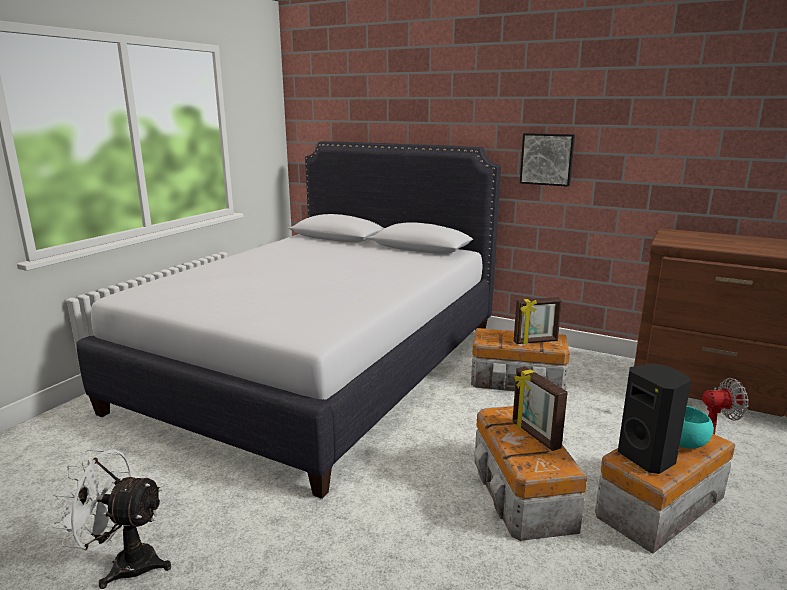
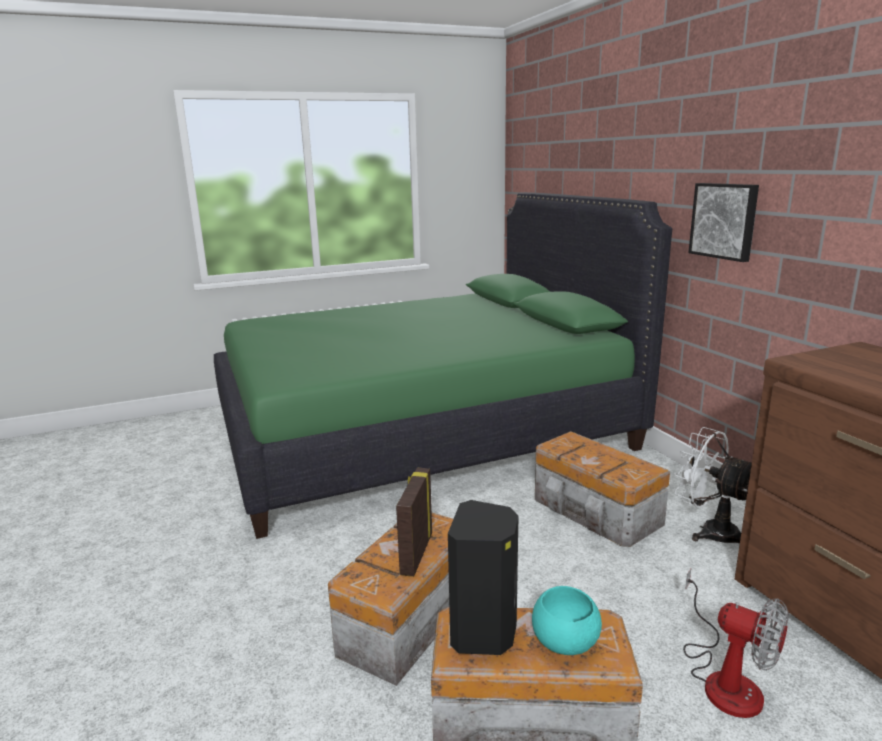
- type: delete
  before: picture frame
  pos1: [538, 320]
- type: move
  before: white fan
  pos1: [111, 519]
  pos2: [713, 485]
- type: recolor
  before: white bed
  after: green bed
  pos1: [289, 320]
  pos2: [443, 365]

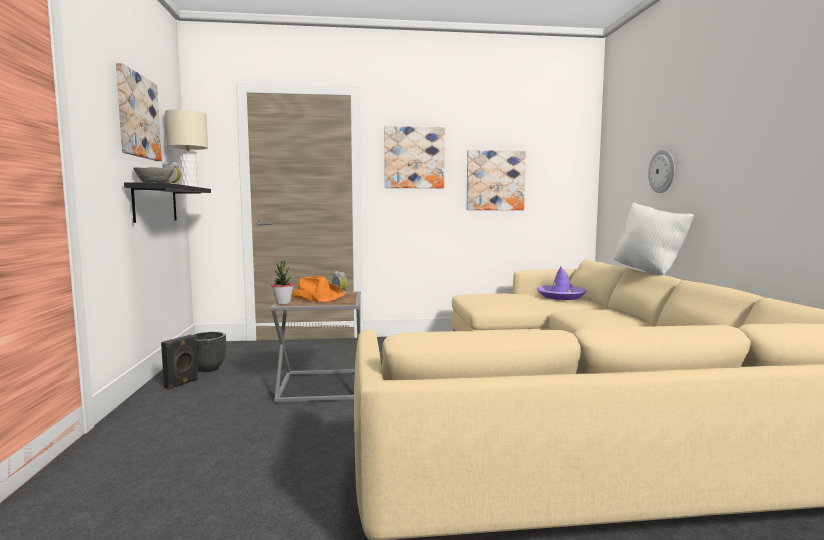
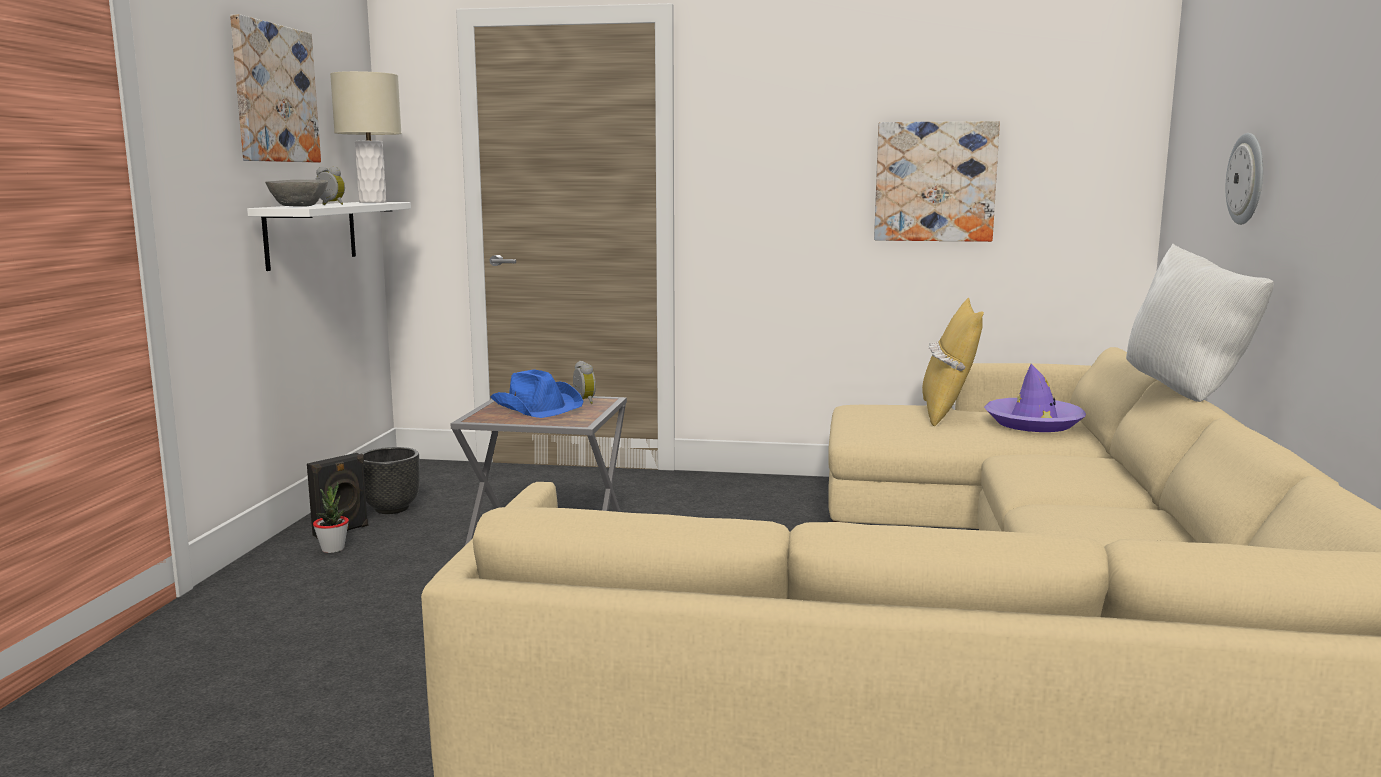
- type: delete
  before: picture
  pos1: [414, 157]
- type: insert
  after: yellow pillow
  pos2: [953, 362]
- type: move
  before: potted plant
  pos1: [282, 282]
  pos2: [331, 517]
- type: recolor
  before: black shelf
  after: white shelf
  pos1: [167, 202]
  pos2: [329, 236]
- type: recolor
  before: orange hat
  after: blue hat
  pos1: [317, 289]
  pos2: [537, 393]

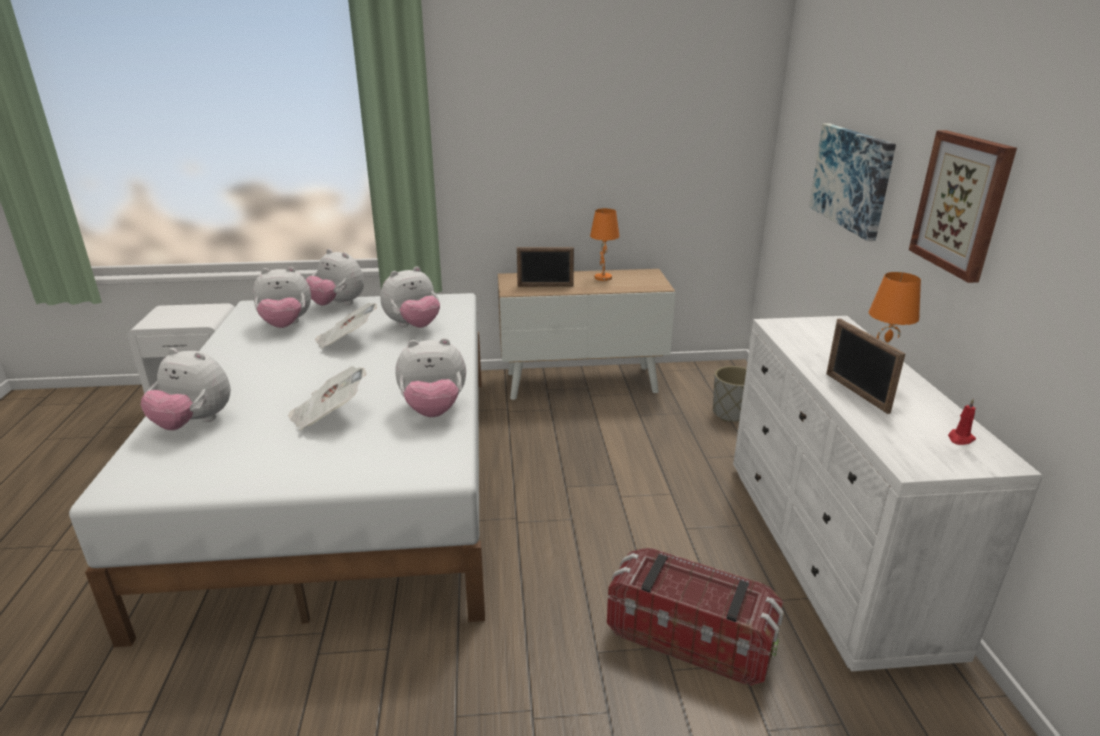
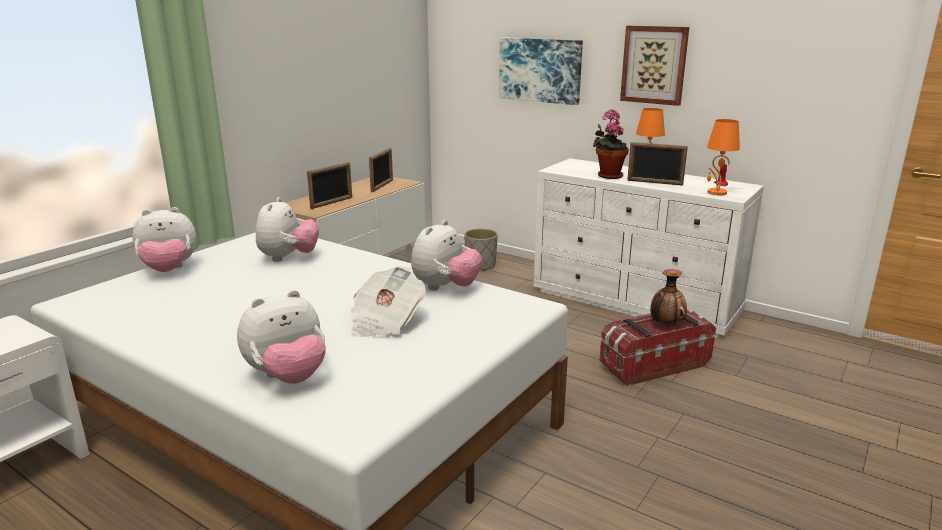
- type: delete
  before: plush toy
  pos1: [282, 297]
- type: delete
  before: newspaper
  pos1: [346, 326]
- type: insert
  after: picture frame
  pos2: [381, 170]
- type: insert
  after: potted plant
  pos2: [611, 144]
- type: insert
  after: vase
  pos2: [668, 297]
- type: move
  before: orange table lamp
  pos1: [605, 244]
  pos2: [723, 157]

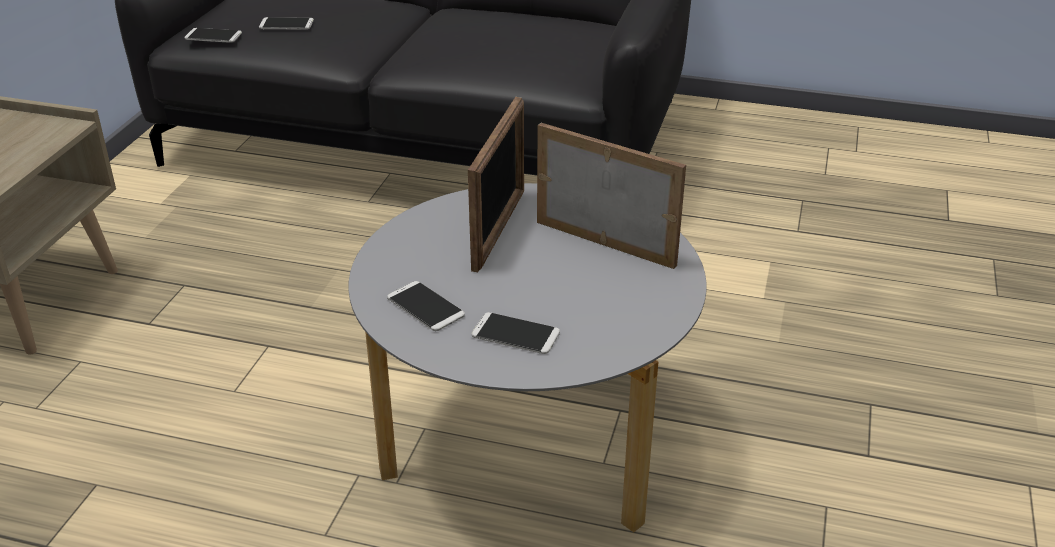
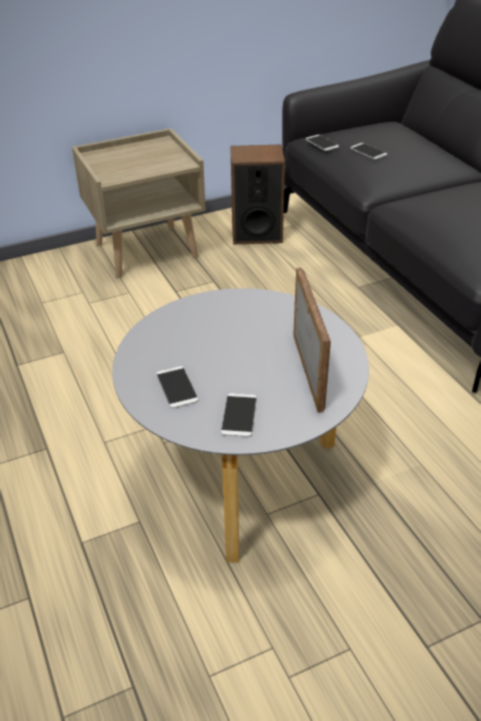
- type: delete
  before: picture frame
  pos1: [496, 184]
- type: insert
  after: speaker
  pos2: [257, 194]
- type: move
  before: phone
  pos1: [426, 306]
  pos2: [239, 415]

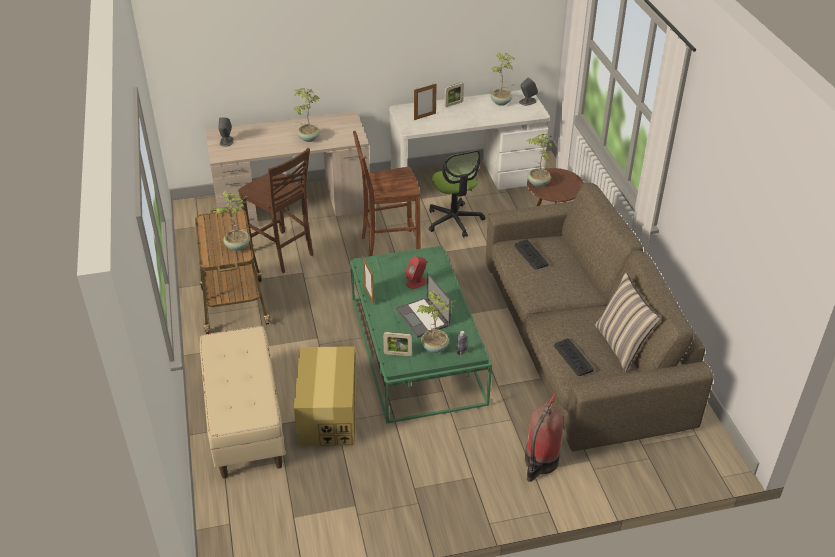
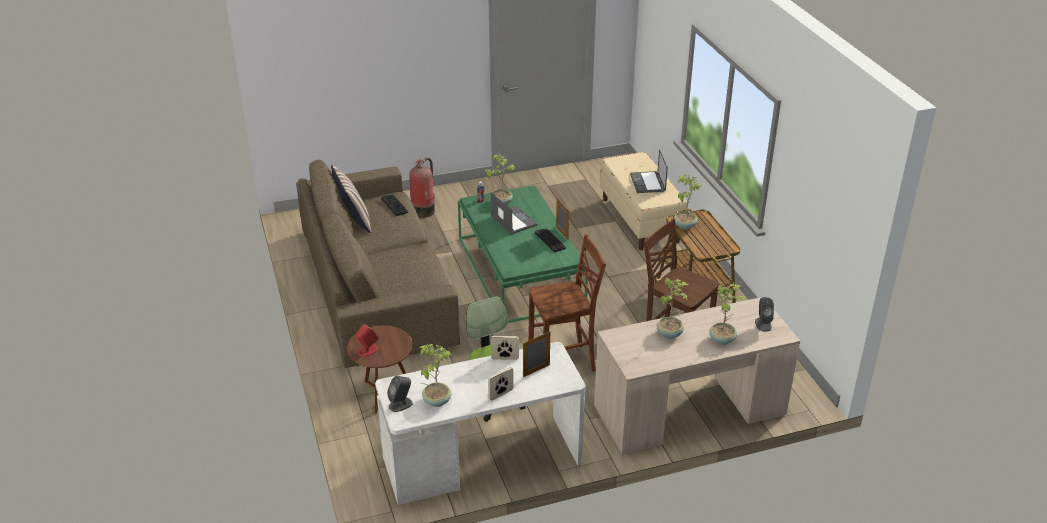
- type: delete
  before: cardboard box
  pos1: [325, 396]
- type: insert
  after: laptop
  pos2: [649, 171]
- type: move
  before: picture frame
  pos1: [397, 344]
  pos2: [505, 348]
- type: move
  before: red speaker
  pos1: [416, 272]
  pos2: [367, 340]
- type: move
  before: keyboard
  pos1: [531, 254]
  pos2: [550, 240]
- type: move
  before: potted plant
  pos1: [539, 160]
  pos2: [727, 314]

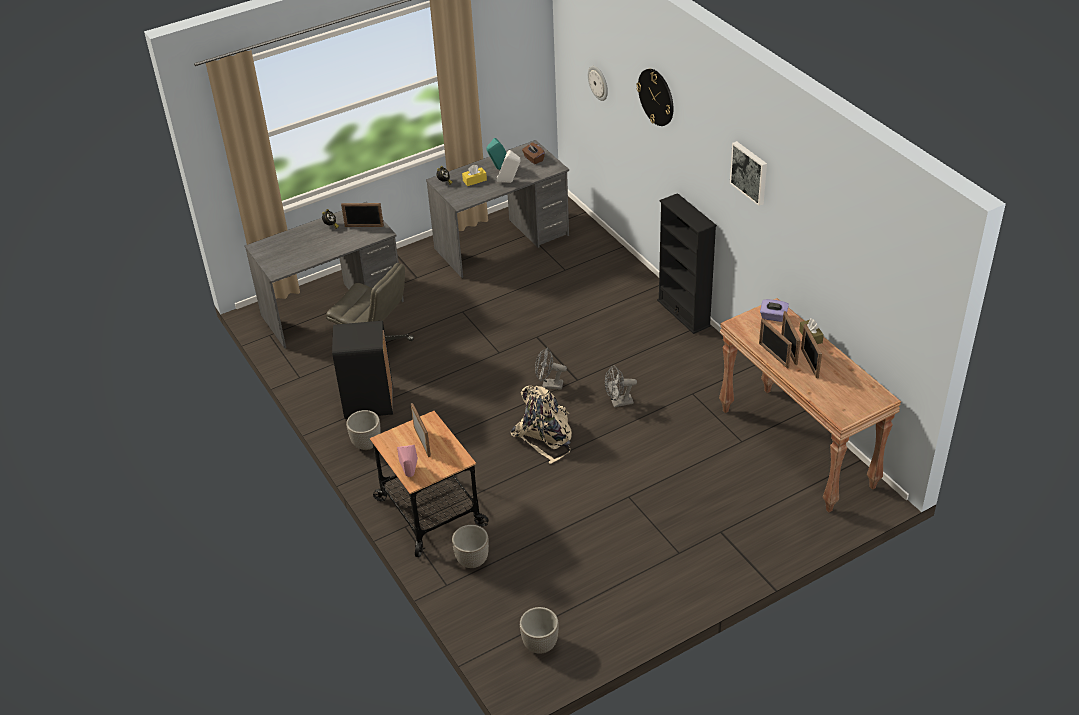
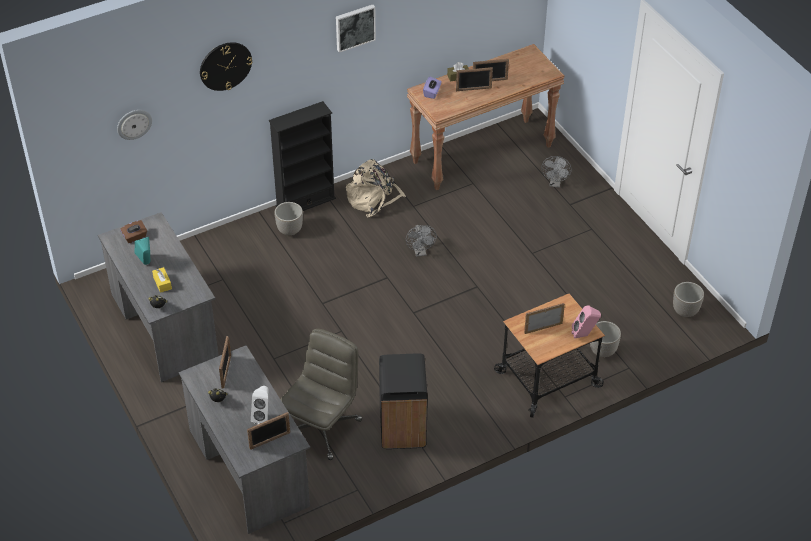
- type: move
  before: planter
  pos1: [363, 430]
  pos2: [288, 219]
- type: move
  before: white speaker
  pos1: [509, 166]
  pos2: [259, 405]
- type: move
  before: beige backpack
  pos1: [541, 424]
  pos2: [376, 188]
- type: move
  before: grey fan
  pos1: [551, 368]
  pos2: [556, 172]
- type: move
  before: picture frame
  pos1: [775, 343]
  pos2: [268, 431]

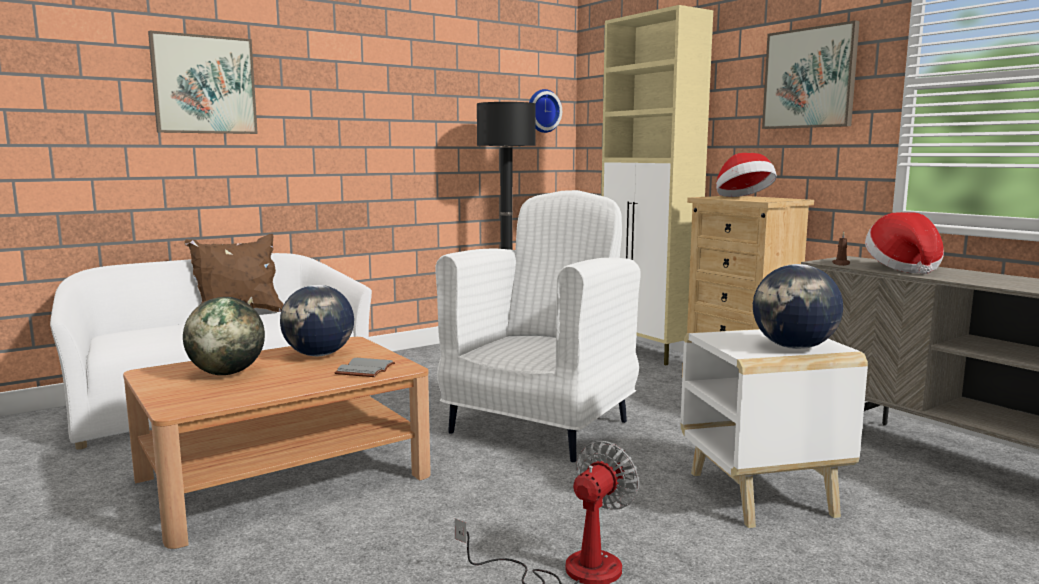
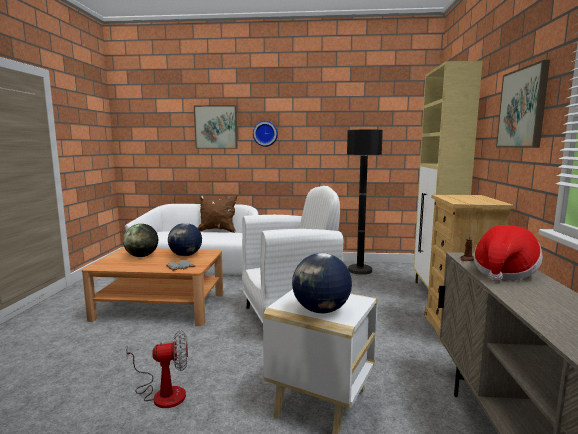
- type: delete
  before: hat
  pos1: [746, 175]
- type: move
  before: wall clock
  pos1: [545, 111]
  pos2: [265, 134]

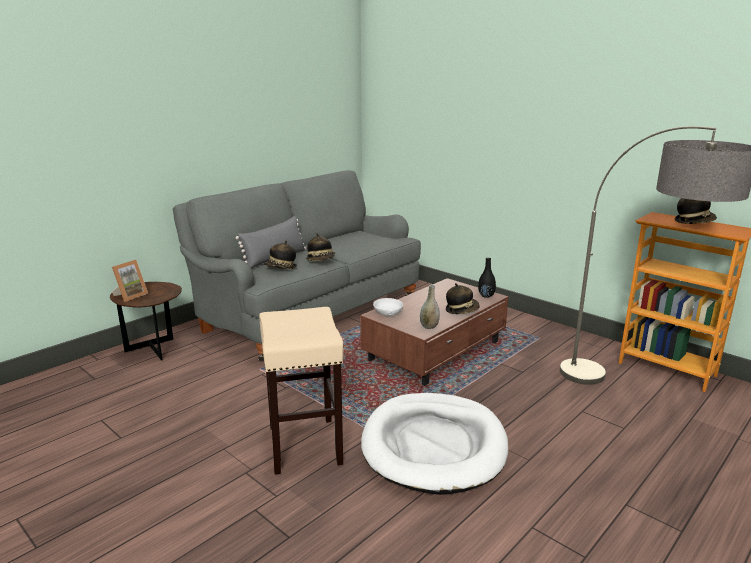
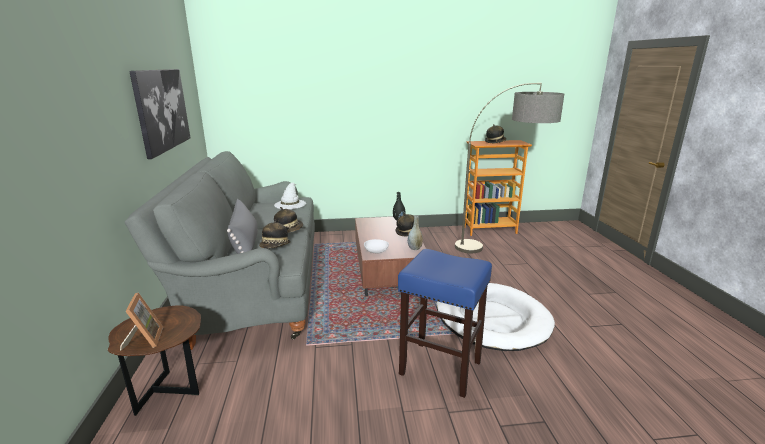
- type: insert
  after: picture
  pos2: [159, 114]
- type: insert
  after: white hat
  pos2: [290, 196]
- type: recolor
  before: beige stool
  after: blue stool
  pos1: [301, 391]
  pos2: [445, 323]

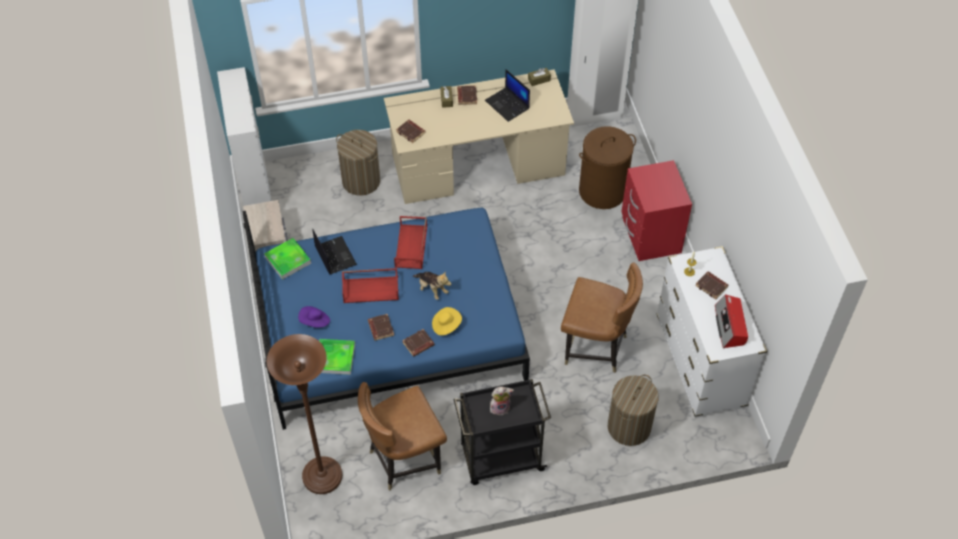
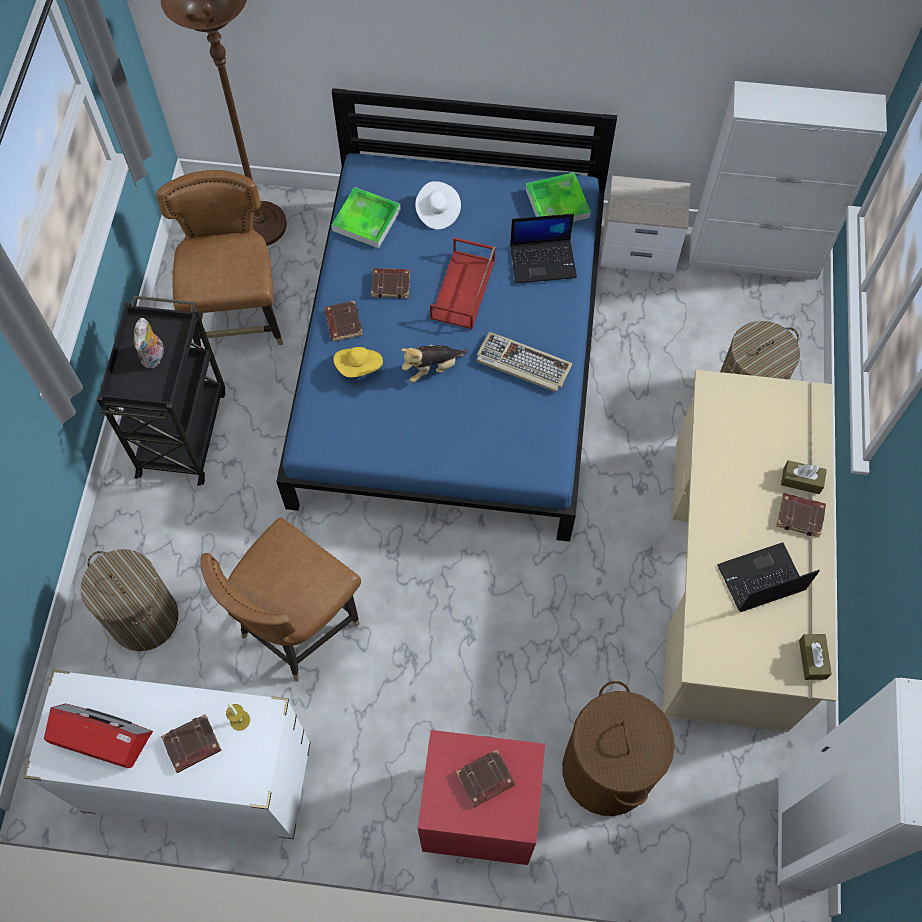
- type: move
  before: brown book
  pos1: [411, 131]
  pos2: [485, 779]
- type: replace
  before: red tray
  after: keyboard
  pos1: [410, 242]
  pos2: [524, 362]
- type: recolor
  before: purple hat
  after: white hat
  pos1: [314, 317]
  pos2: [438, 205]

